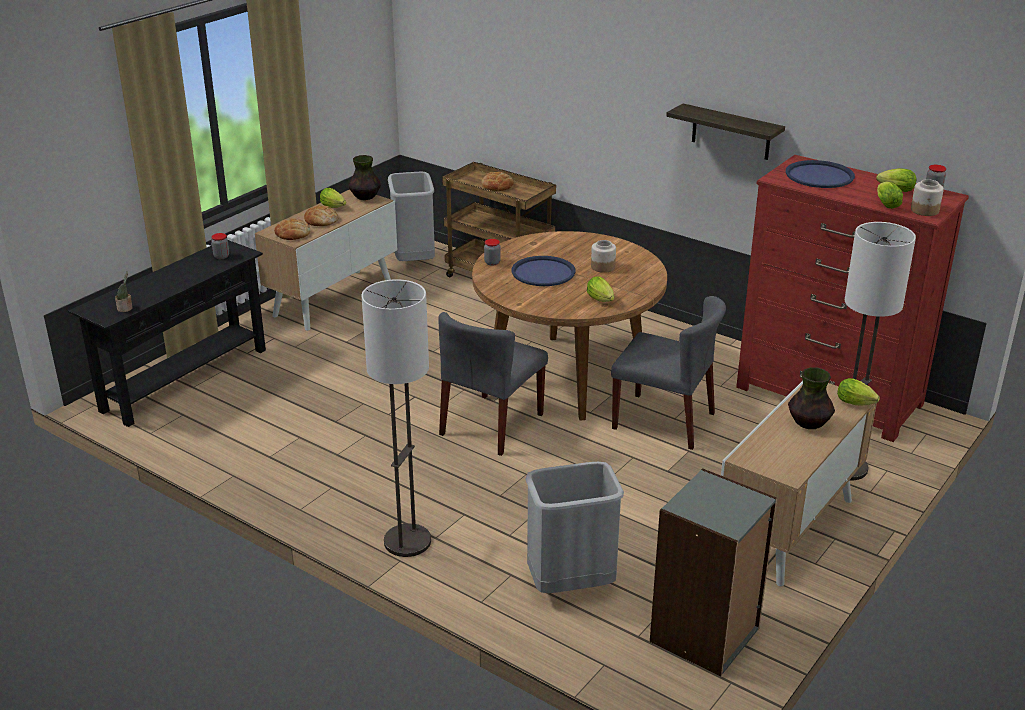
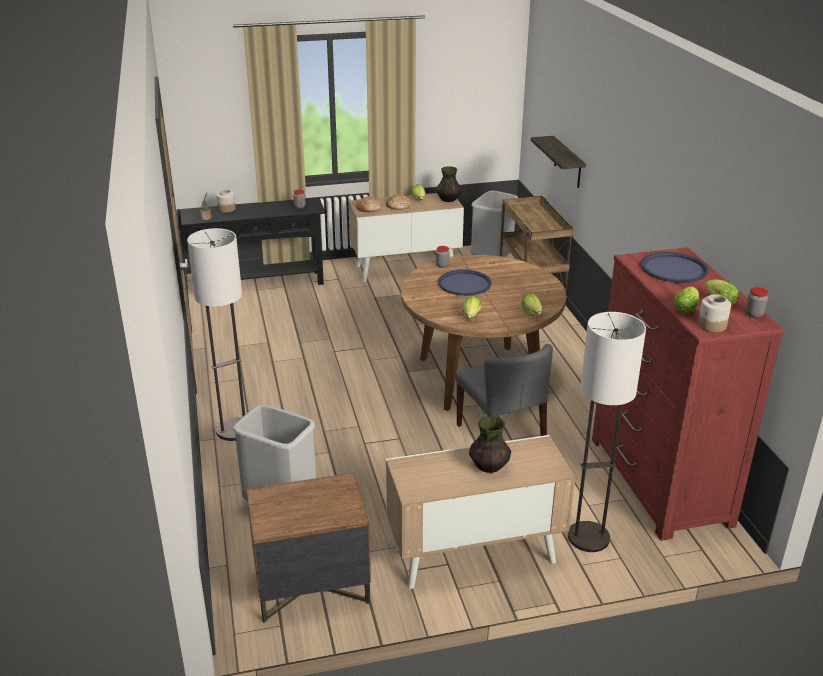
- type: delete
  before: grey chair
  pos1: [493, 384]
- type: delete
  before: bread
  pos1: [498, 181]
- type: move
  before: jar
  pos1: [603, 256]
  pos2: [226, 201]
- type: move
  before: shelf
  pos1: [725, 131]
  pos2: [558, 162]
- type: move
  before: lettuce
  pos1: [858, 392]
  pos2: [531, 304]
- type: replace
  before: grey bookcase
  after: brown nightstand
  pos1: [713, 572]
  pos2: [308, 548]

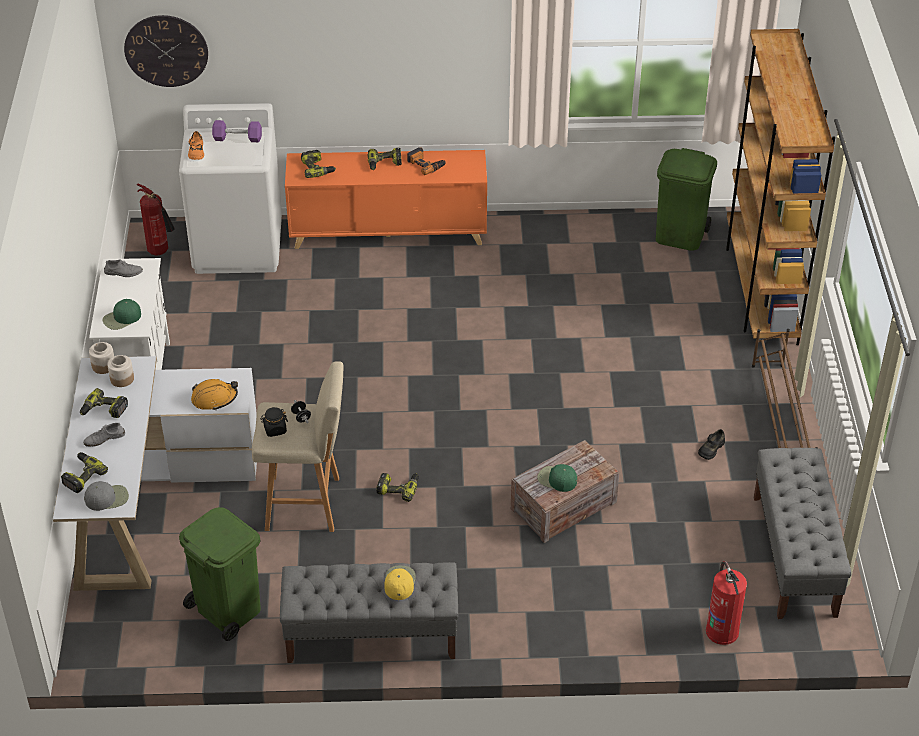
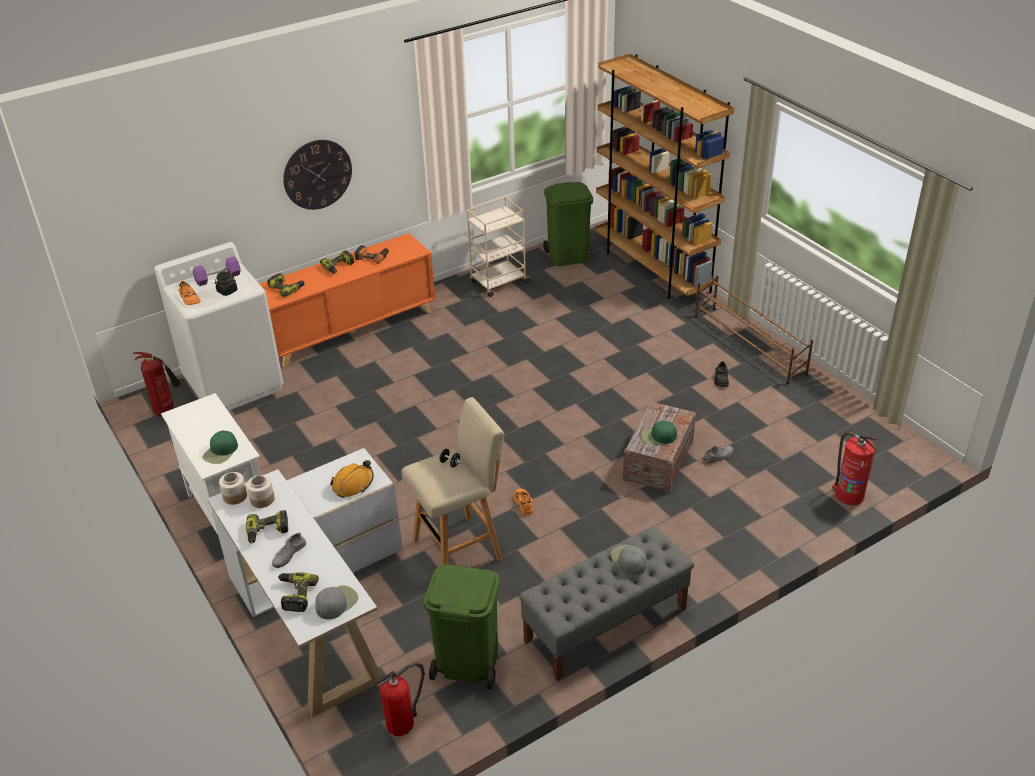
- type: delete
  before: grey bench
  pos1: [802, 533]
- type: insert
  after: fire extinguisher
  pos2: [400, 699]
- type: insert
  after: beige cart
  pos2: [499, 247]
- type: move
  before: grey shoe
  pos1: [123, 268]
  pos2: [718, 455]
- type: move
  before: wall clock
  pos1: [166, 51]
  pos2: [317, 175]
- type: move
  before: black jar
  pos1: [274, 422]
  pos2: [226, 283]
- type: replace
  before: power drill
  after: orange shoe
  pos1: [398, 487]
  pos2: [523, 502]
- type: recolor
  before: yellow cap
  after: grey cap
  pos1: [400, 583]
  pos2: [628, 559]

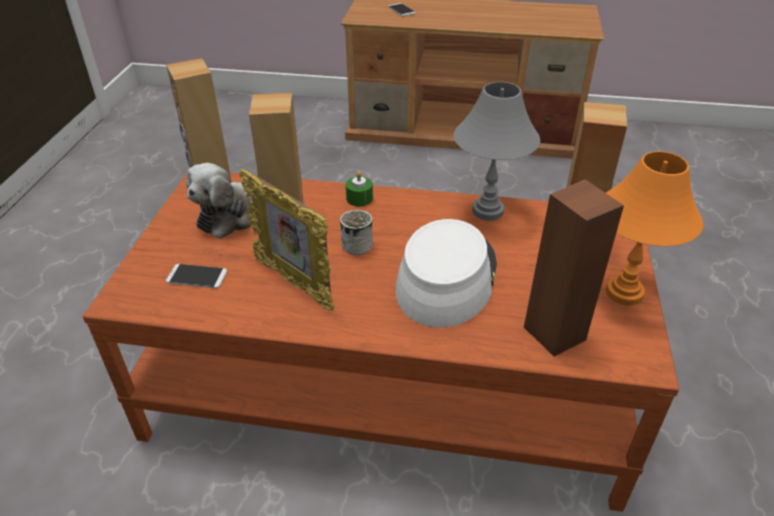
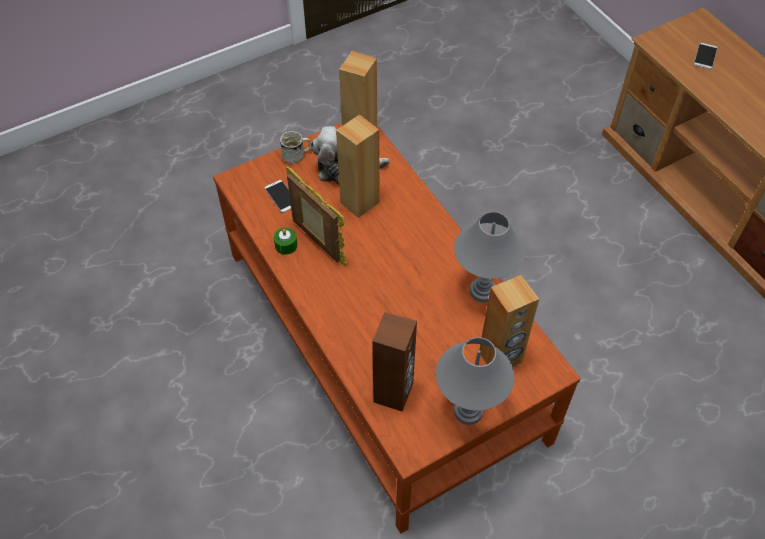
- type: delete
  before: white hat
  pos1: [446, 273]
- type: move
  before: white mug
  pos1: [356, 232]
  pos2: [295, 147]
- type: move
  before: green candle
  pos1: [359, 189]
  pos2: [285, 241]
- type: recolor
  before: orange table lamp
  after: grey table lamp
  pos1: [654, 228]
  pos2: [475, 381]
- type: rotate
  before: picture frame
  pos1: [287, 240]
  pos2: [316, 216]
  turn: 135

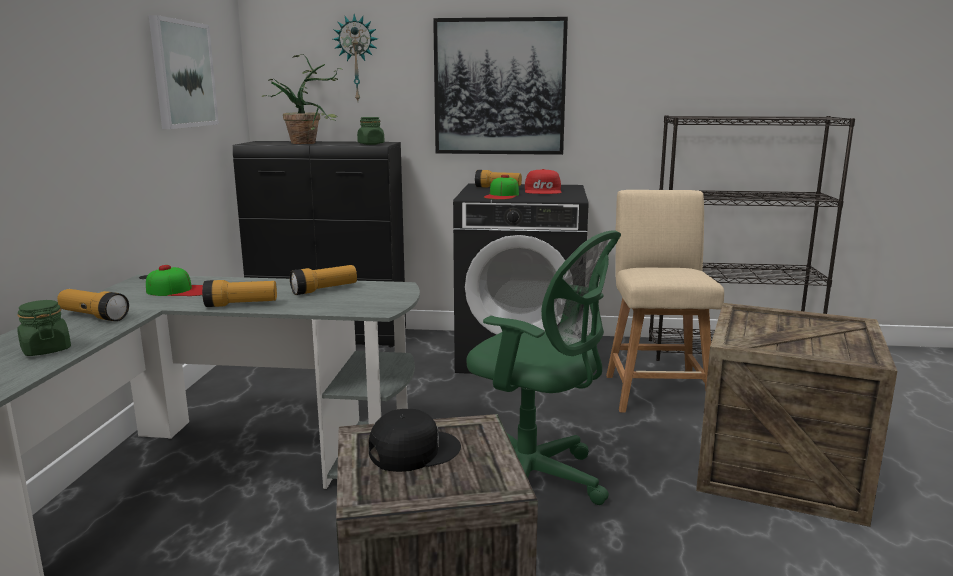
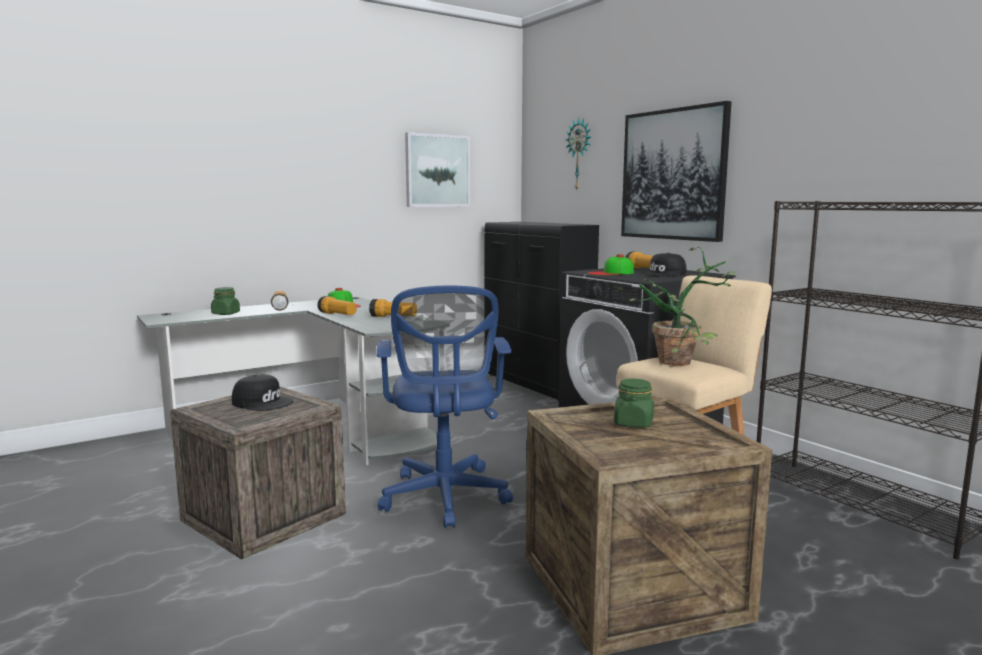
- type: move
  before: potted plant
  pos1: [302, 99]
  pos2: [682, 306]
- type: move
  before: green jar
  pos1: [370, 131]
  pos2: [634, 403]
- type: recolor
  before: green office chair
  after: blue office chair
  pos1: [543, 367]
  pos2: [444, 407]
- type: recolor
  before: red cap
  after: black cap
  pos1: [543, 181]
  pos2: [664, 265]

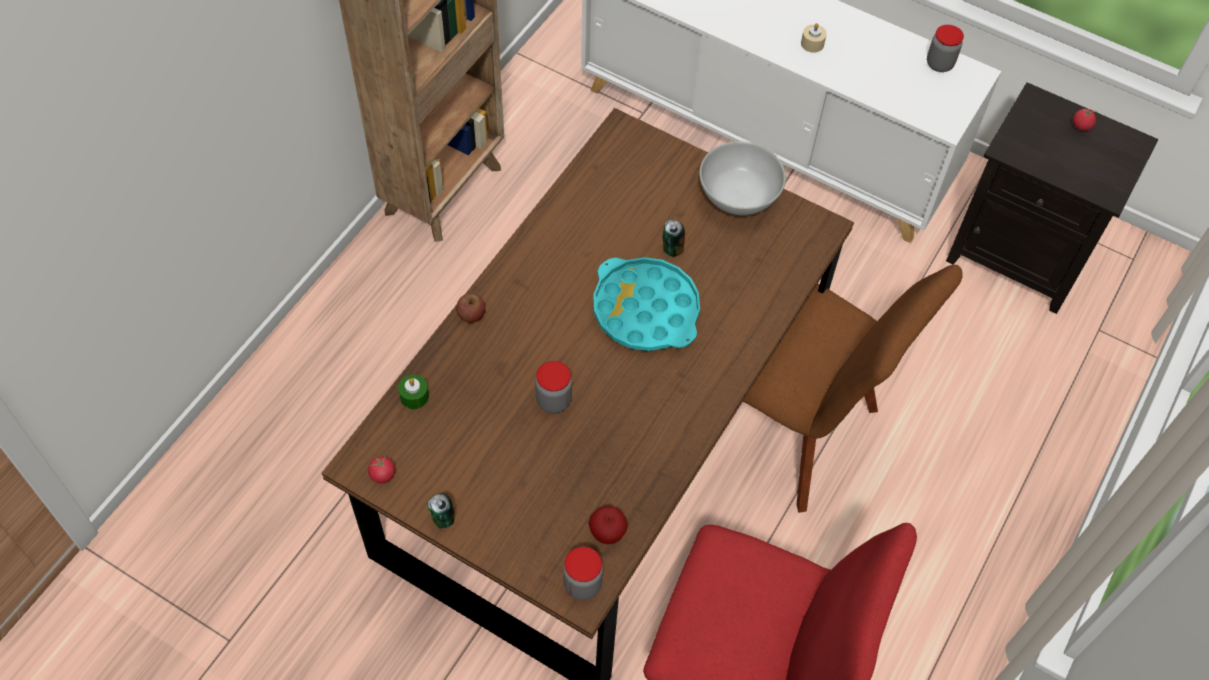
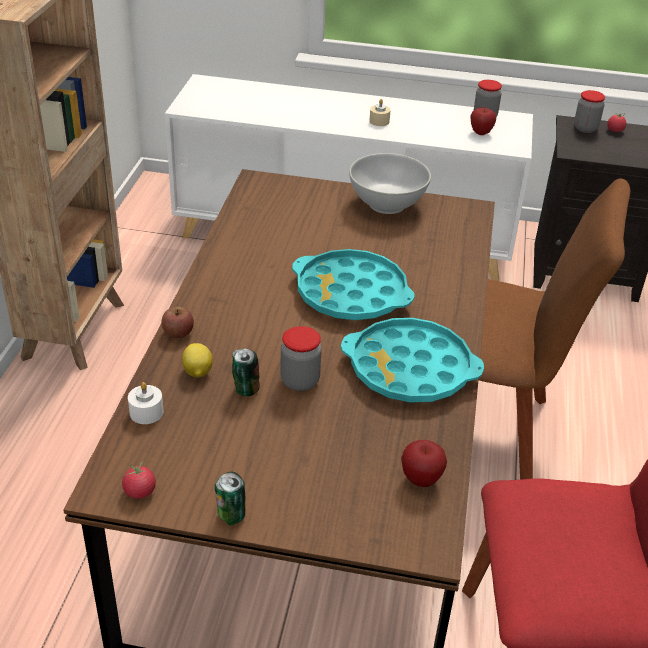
- type: insert
  after: lemon
  pos2: [197, 360]
- type: insert
  after: turquoise tray
  pos2: [412, 360]
- type: insert
  after: apple
  pos2: [483, 121]
- type: move
  before: jar
  pos1: [583, 573]
  pos2: [589, 111]
- type: move
  before: can
  pos1: [673, 238]
  pos2: [246, 372]
- type: recolor
  before: green candle
  after: white candle
  pos1: [413, 392]
  pos2: [145, 403]

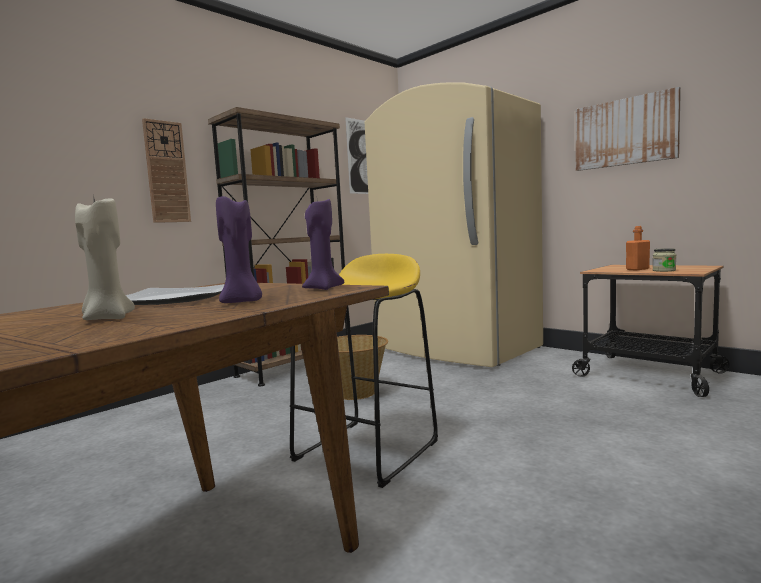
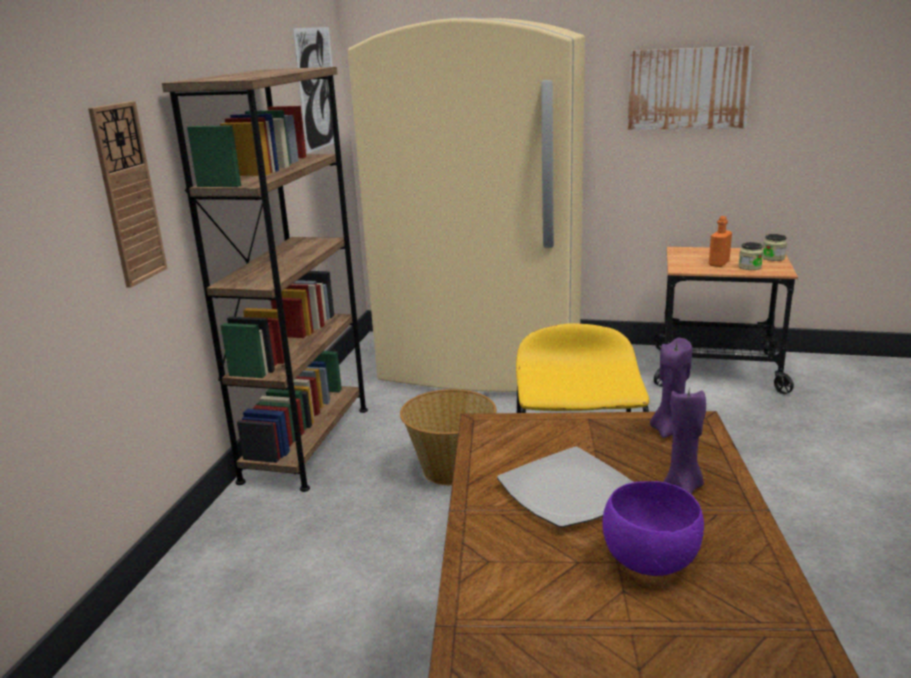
- type: insert
  after: jar
  pos2: [775, 247]
- type: replace
  before: beige candle
  after: purple bowl
  pos1: [105, 257]
  pos2: [653, 528]

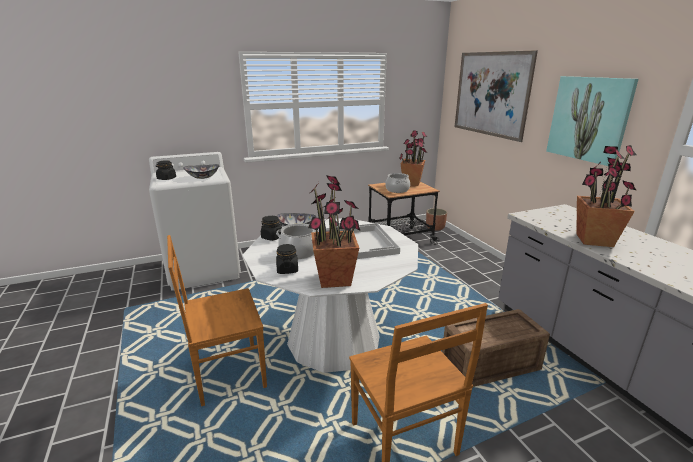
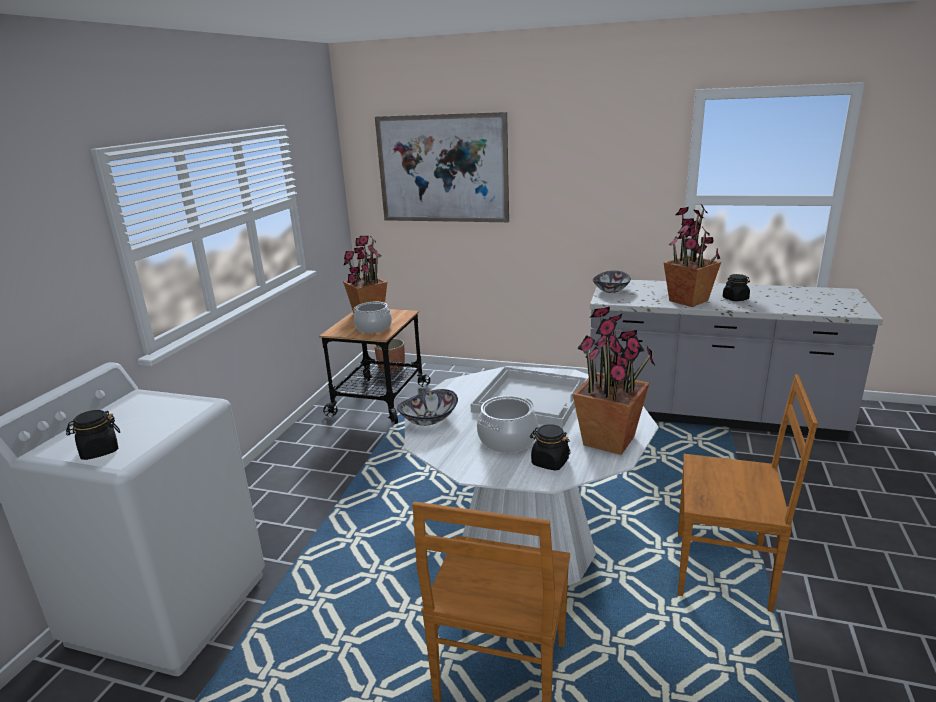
- type: delete
  before: crate
  pos1: [496, 348]
- type: delete
  before: picture
  pos1: [592, 121]
- type: move
  before: bowl
  pos1: [201, 171]
  pos2: [612, 282]
- type: move
  before: black jar
  pos1: [271, 228]
  pos2: [736, 287]

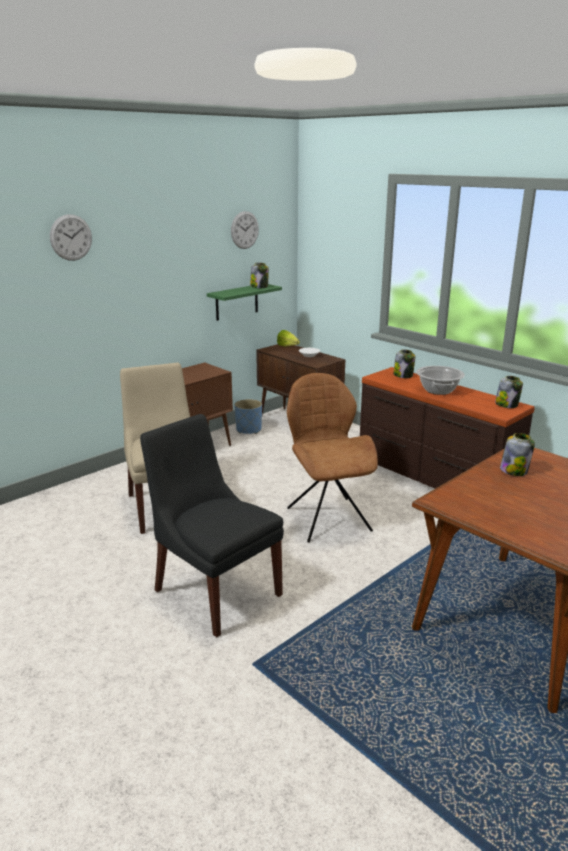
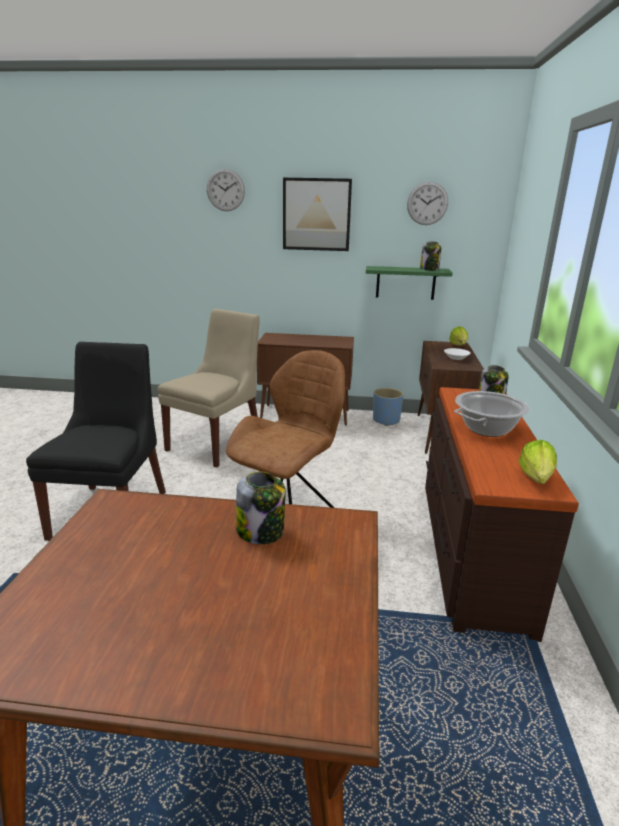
- type: insert
  after: picture
  pos2: [317, 214]
- type: replace
  before: jar
  after: lettuce
  pos1: [509, 392]
  pos2: [538, 462]

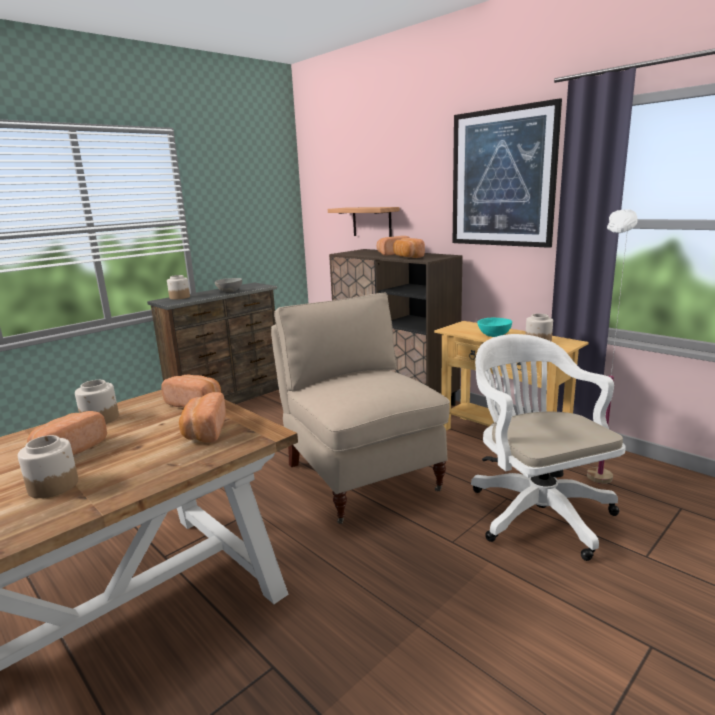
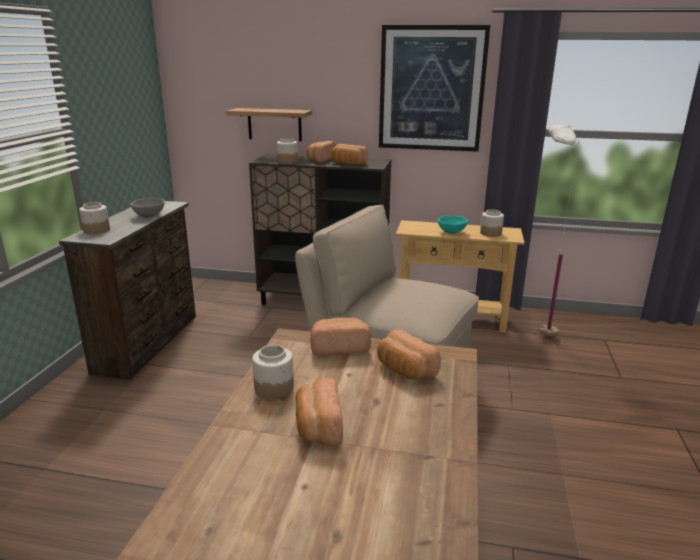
- type: delete
  before: white office chair
  pos1: [548, 447]
- type: move
  before: jar
  pos1: [48, 466]
  pos2: [287, 151]

